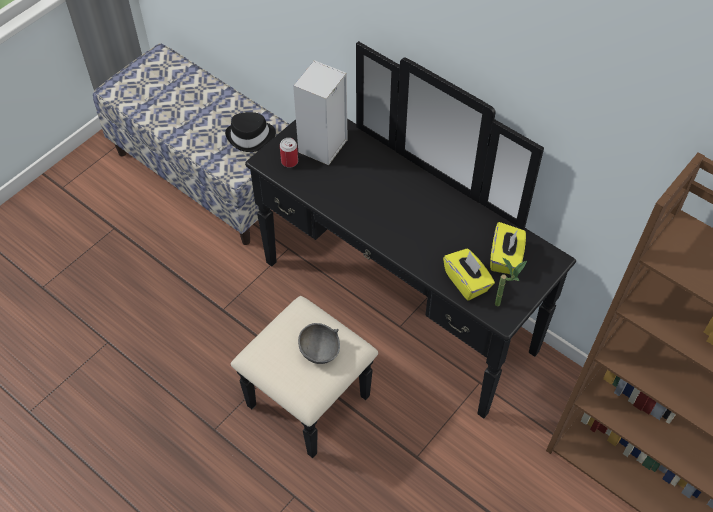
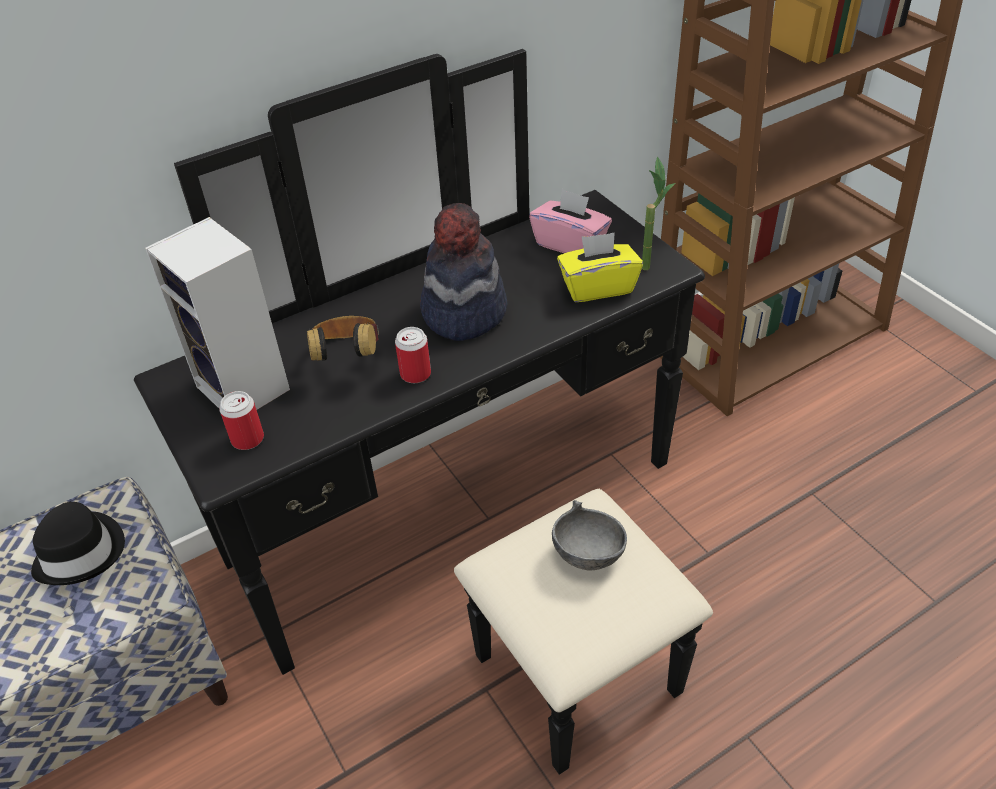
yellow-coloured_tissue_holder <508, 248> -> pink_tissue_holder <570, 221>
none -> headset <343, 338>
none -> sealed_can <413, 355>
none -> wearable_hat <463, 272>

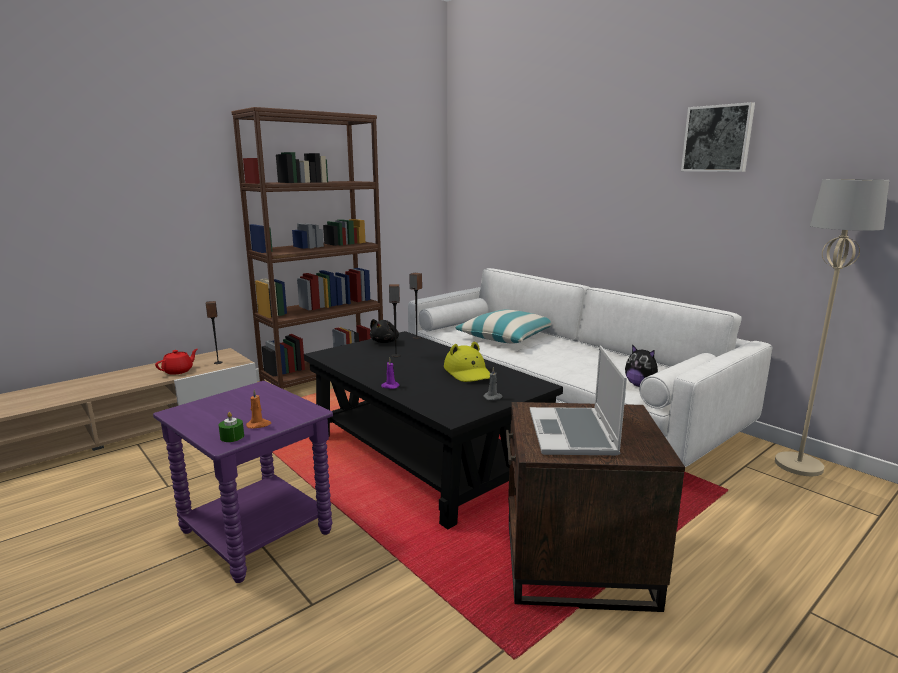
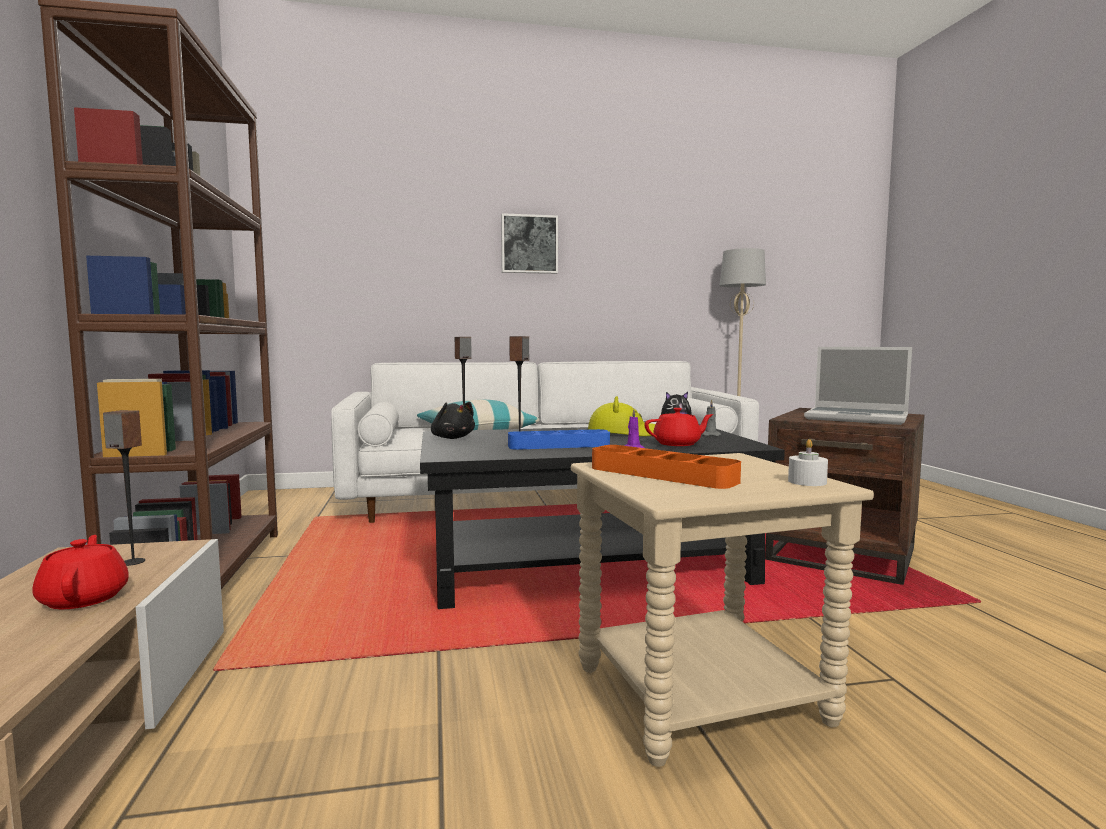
purplish_end_table <243, 482> -> beige_end_table <722, 610>
greenish_candle <231, 427> -> whitish_candle <808, 462>
orange_candle <258, 409> -> none
wall_picture <718, 137> -> wall_picture <529, 243>, relocated
none -> blue_serving_tray <559, 439>
none -> orange_serving_tray <666, 467>
none -> red-coloured_pot_for_tea <679, 427>

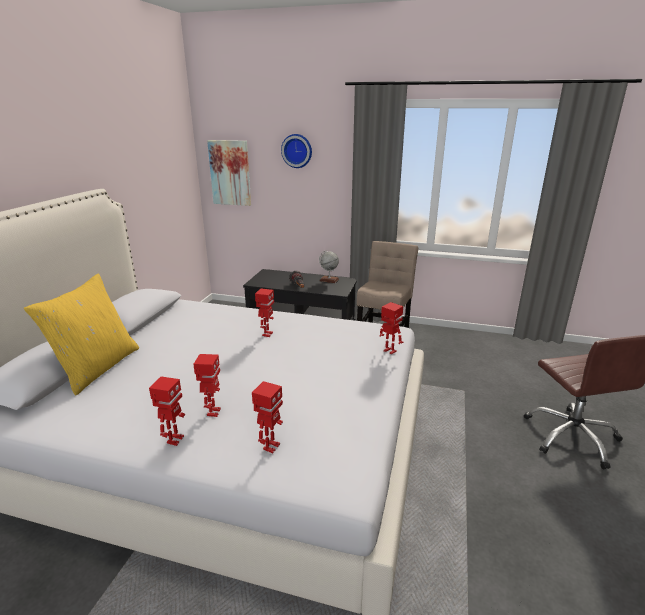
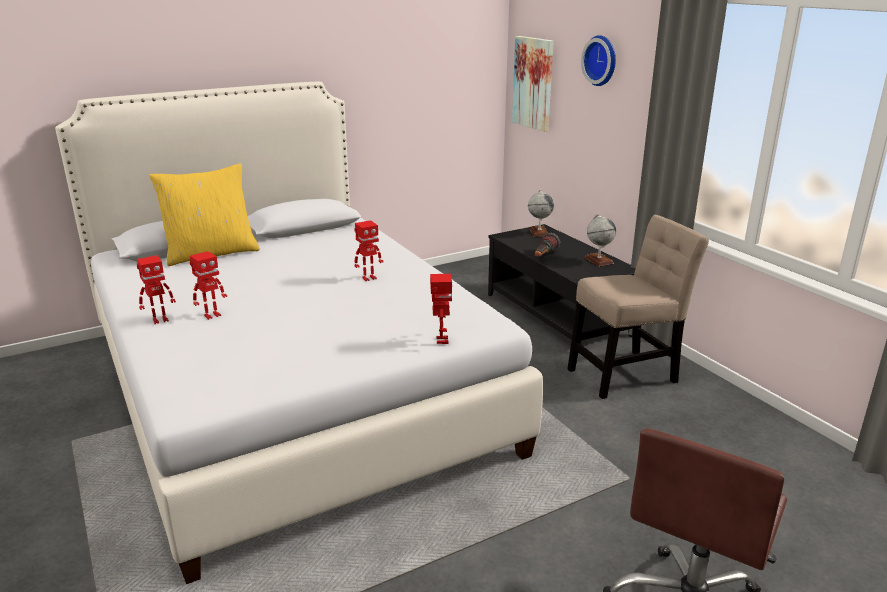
toy_robot <267, 417> -> none
none -> globe <541, 213>

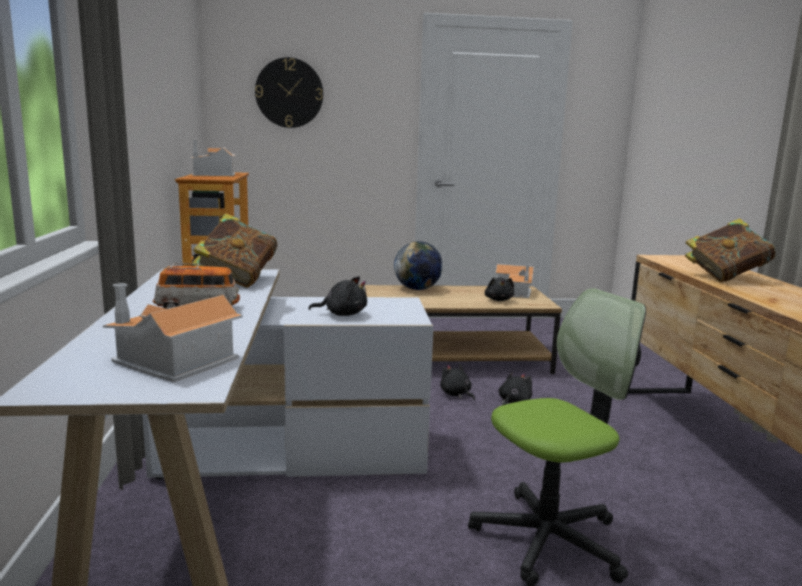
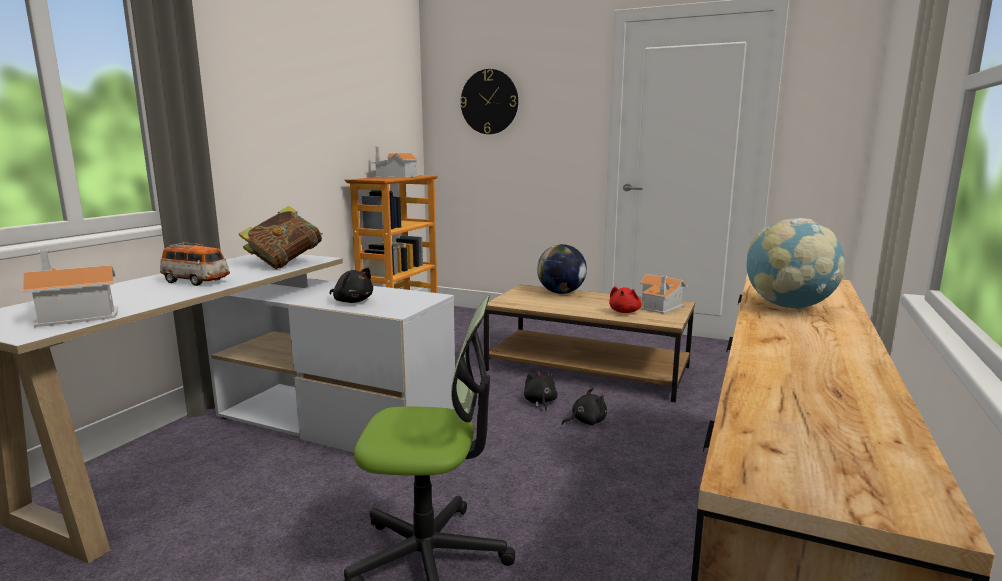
blackish_plush_toy <499, 289> -> red-coloured_plush_toy <625, 299>
book <730, 250> -> globe <796, 264>

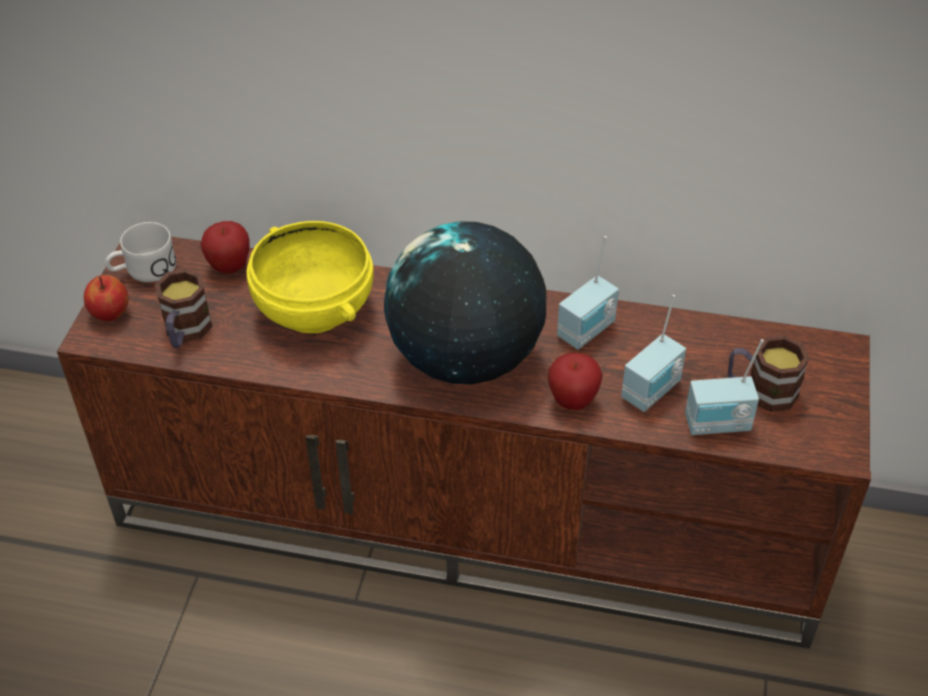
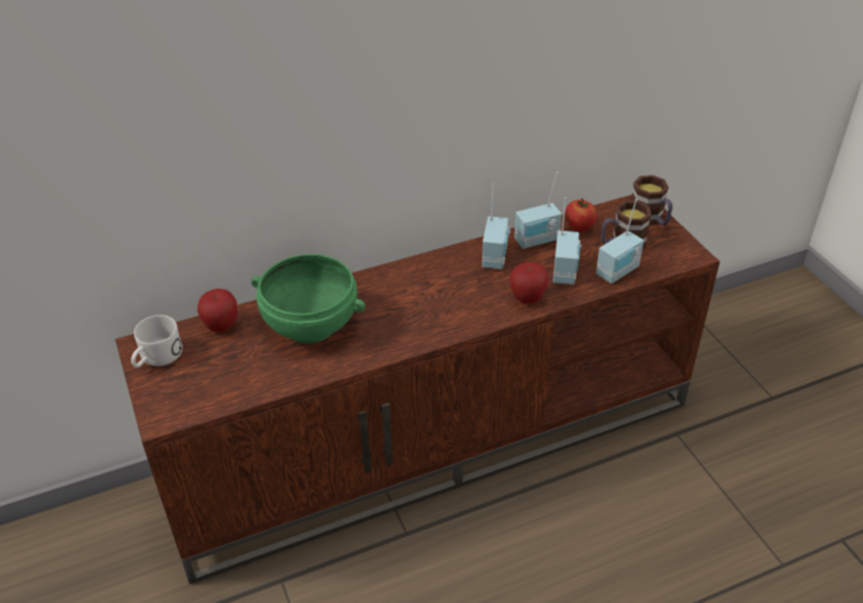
apple <106, 298> -> apple <581, 215>, relocated
mug <183, 308> -> mug <652, 200>, relocated
yellow-coloured_serving_bowl <310, 277> -> greenish_serving_bowl <308, 298>
globe <465, 302> -> none
none -> radio_receiver <538, 210>

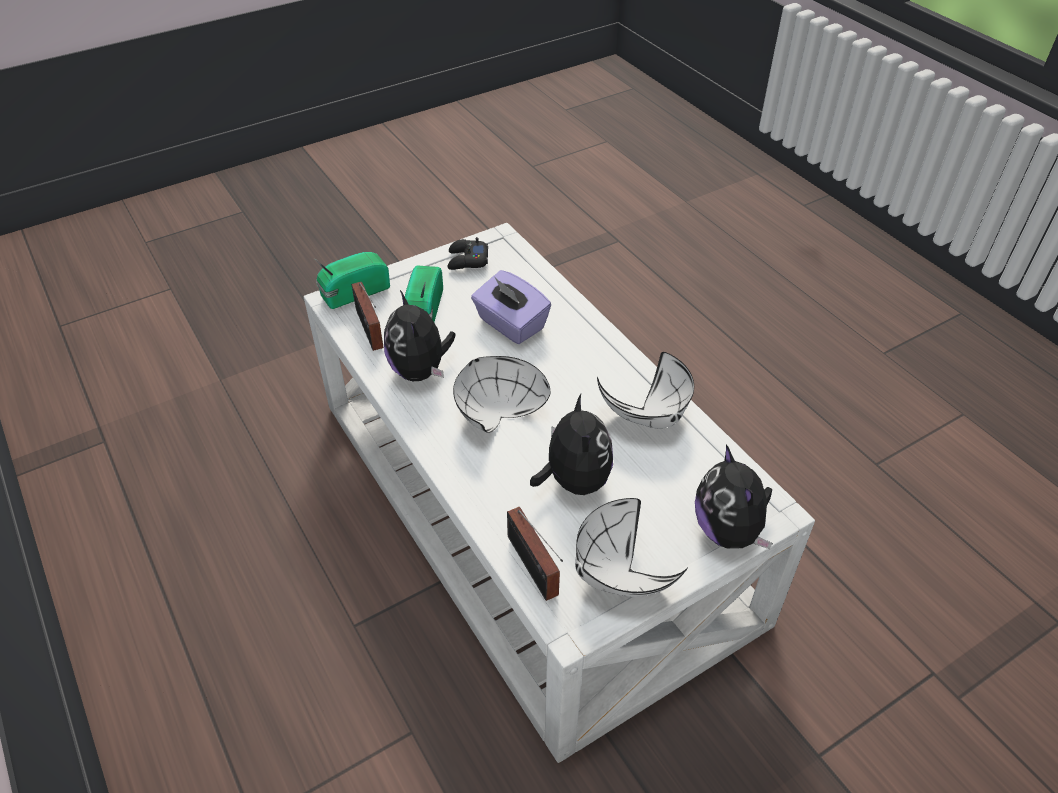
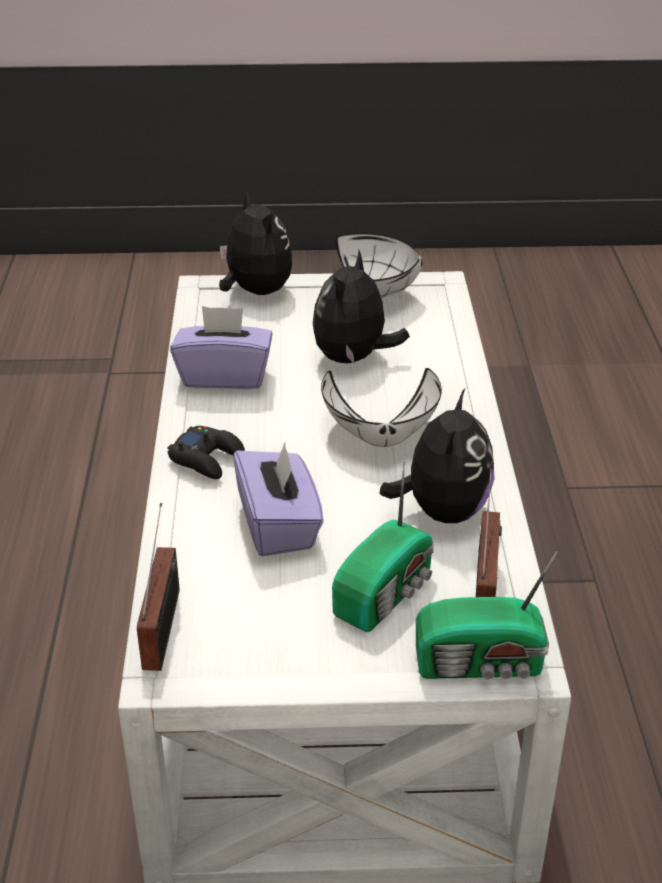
blackish_joypad <467, 253> -> blackish_joypad <206, 452>, relocated
radio_receiver <535, 554> -> radio_receiver <158, 587>, relocated
whitish_serving_bowl <645, 390> -> purplish_tissue_holder <221, 347>
plush_toy <734, 497> -> plush_toy <256, 243>, 45 degrees counterclockwise

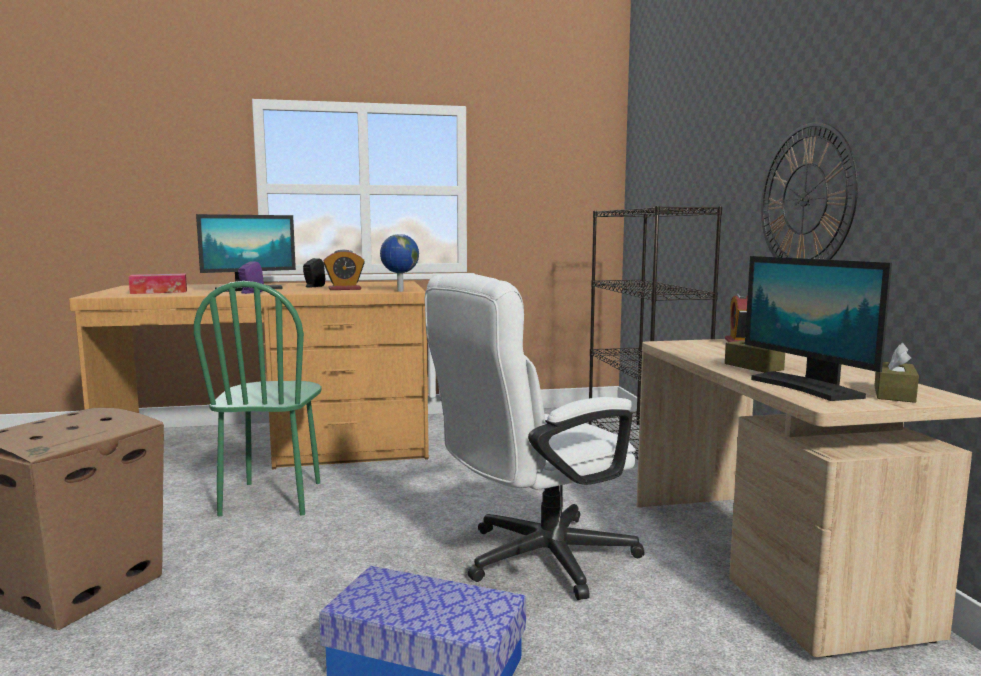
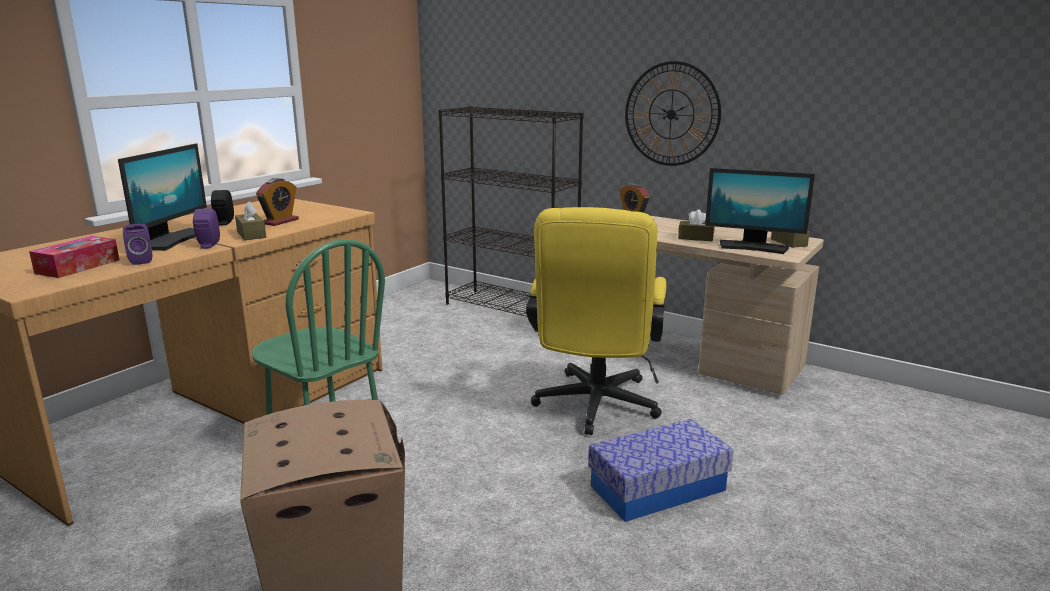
globe <399, 263> -> none
whitish_office_chair <535, 436> -> yellow-coloured_office_chair <596, 321>
none -> purplish_loudspeaker <137, 244>
none -> brownish_tissue_holder <250, 220>

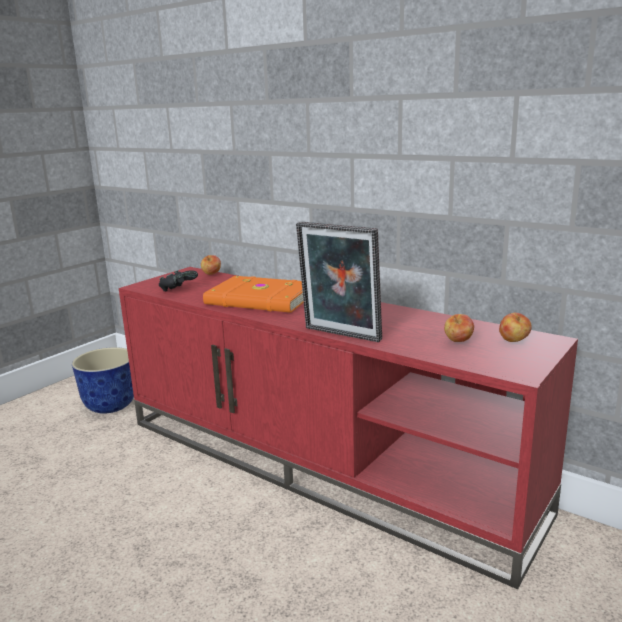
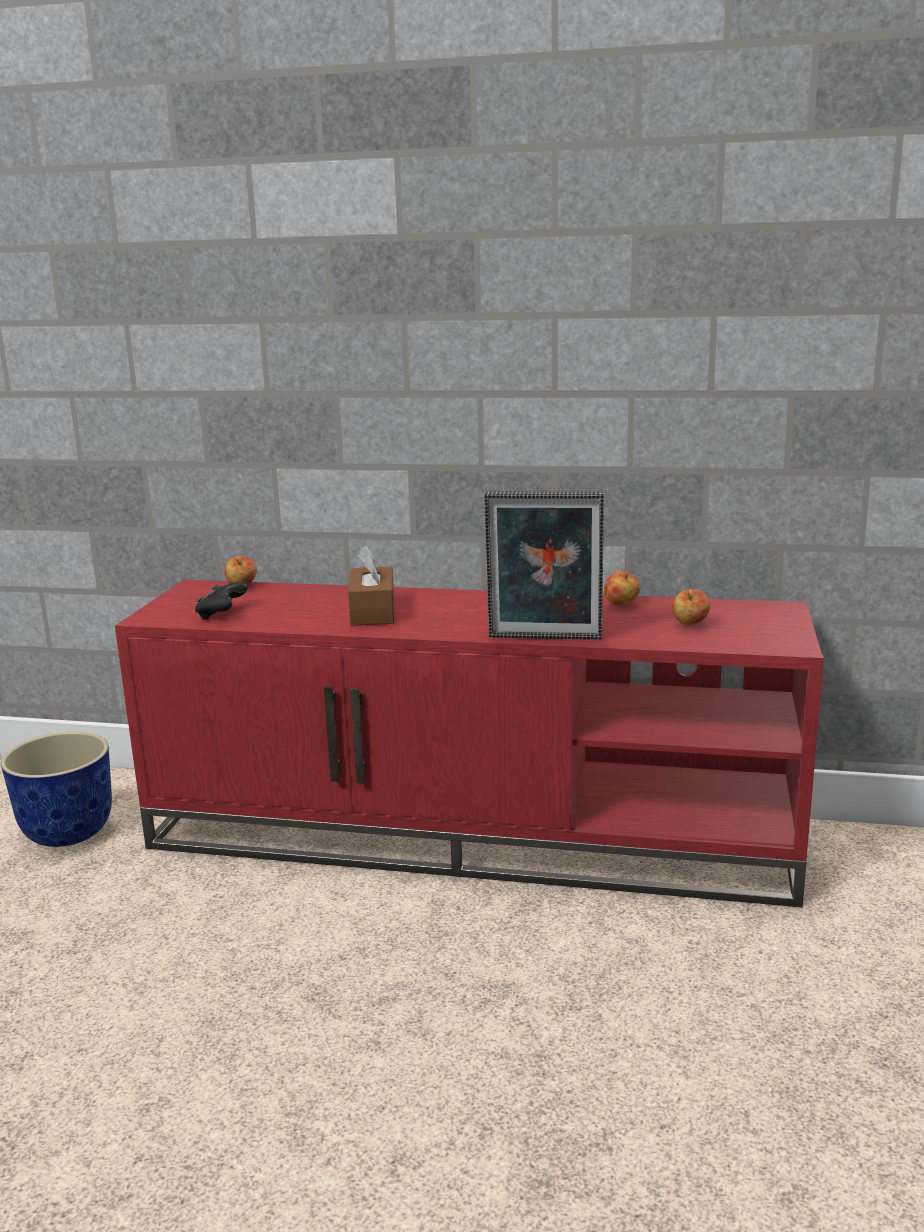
orange_book <253, 294> -> brownish_tissue_holder <371, 586>
apple <515, 327> -> apple <622, 588>, relocated

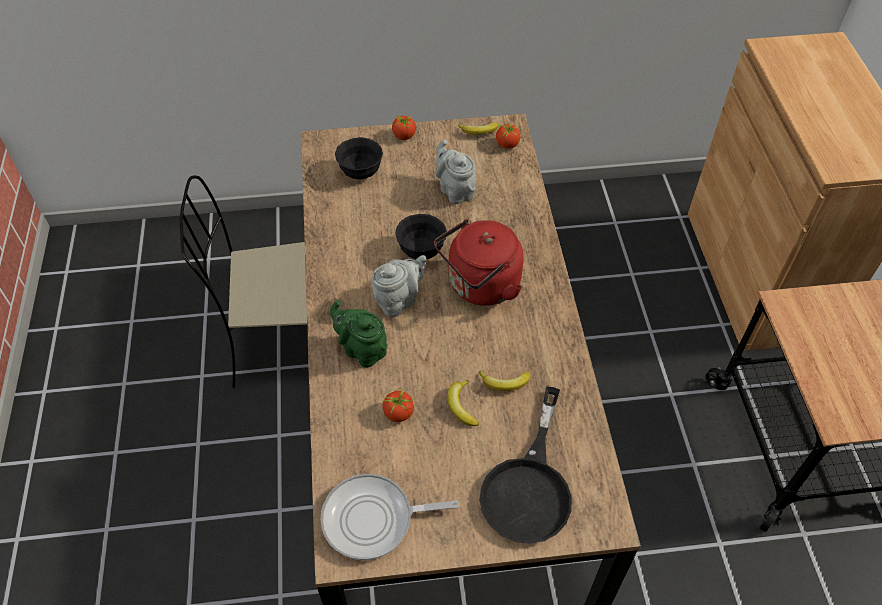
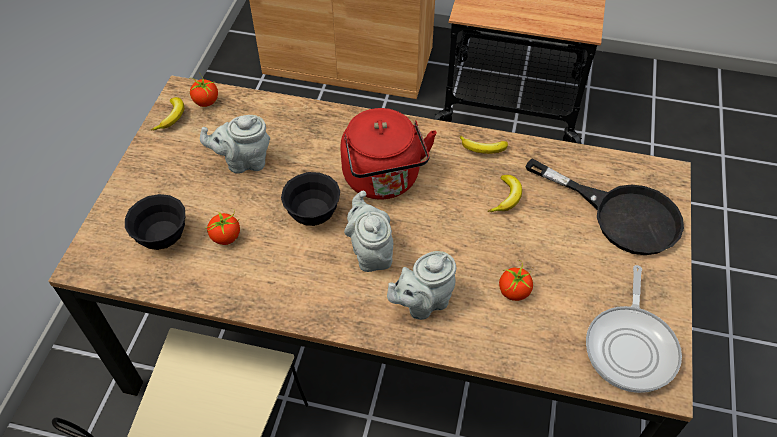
greenish_pot_for_tea <358, 334> -> greyish_pot_for_tea <422, 285>
fresh_tomato <404, 127> -> fresh_tomato <223, 227>, relocated
whole_banana <463, 403> -> whole_banana <484, 144>, relocated

